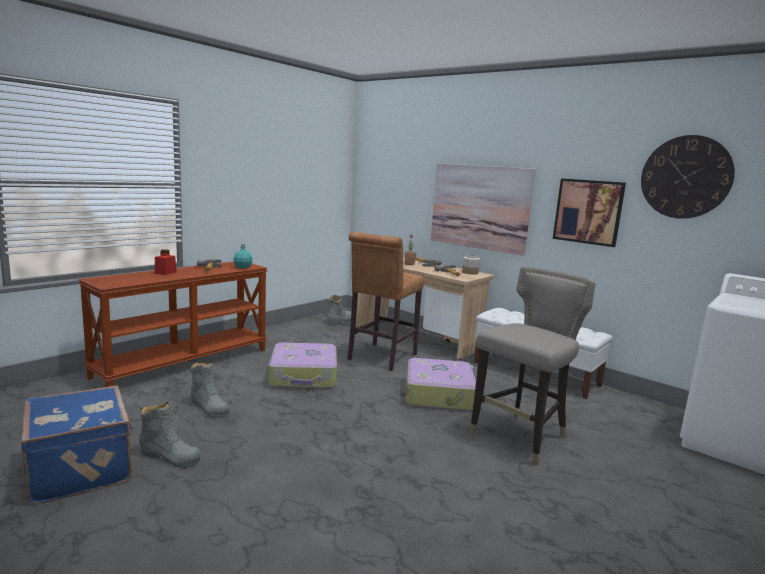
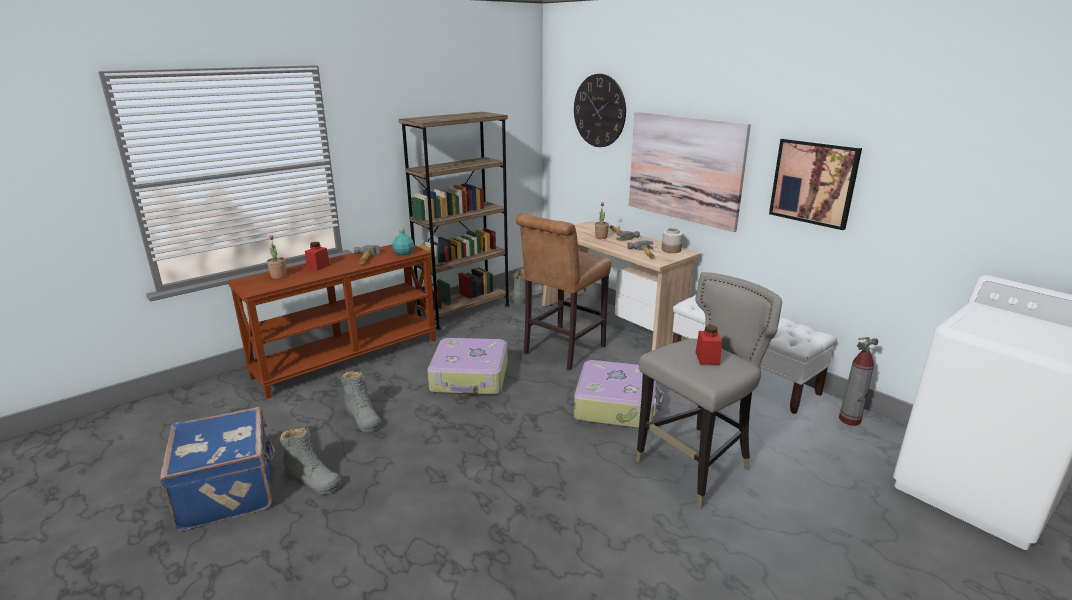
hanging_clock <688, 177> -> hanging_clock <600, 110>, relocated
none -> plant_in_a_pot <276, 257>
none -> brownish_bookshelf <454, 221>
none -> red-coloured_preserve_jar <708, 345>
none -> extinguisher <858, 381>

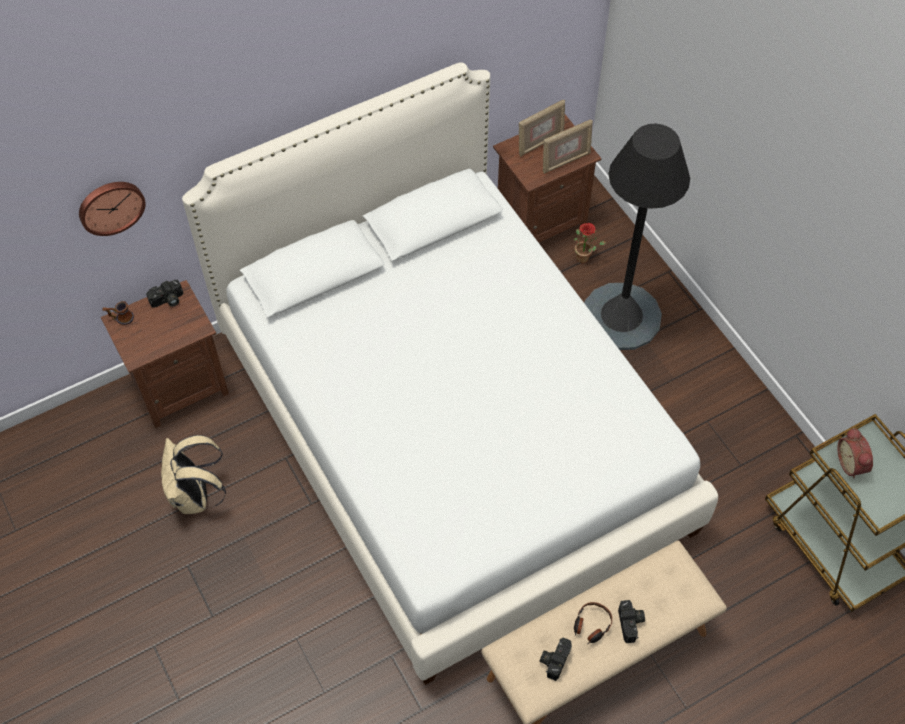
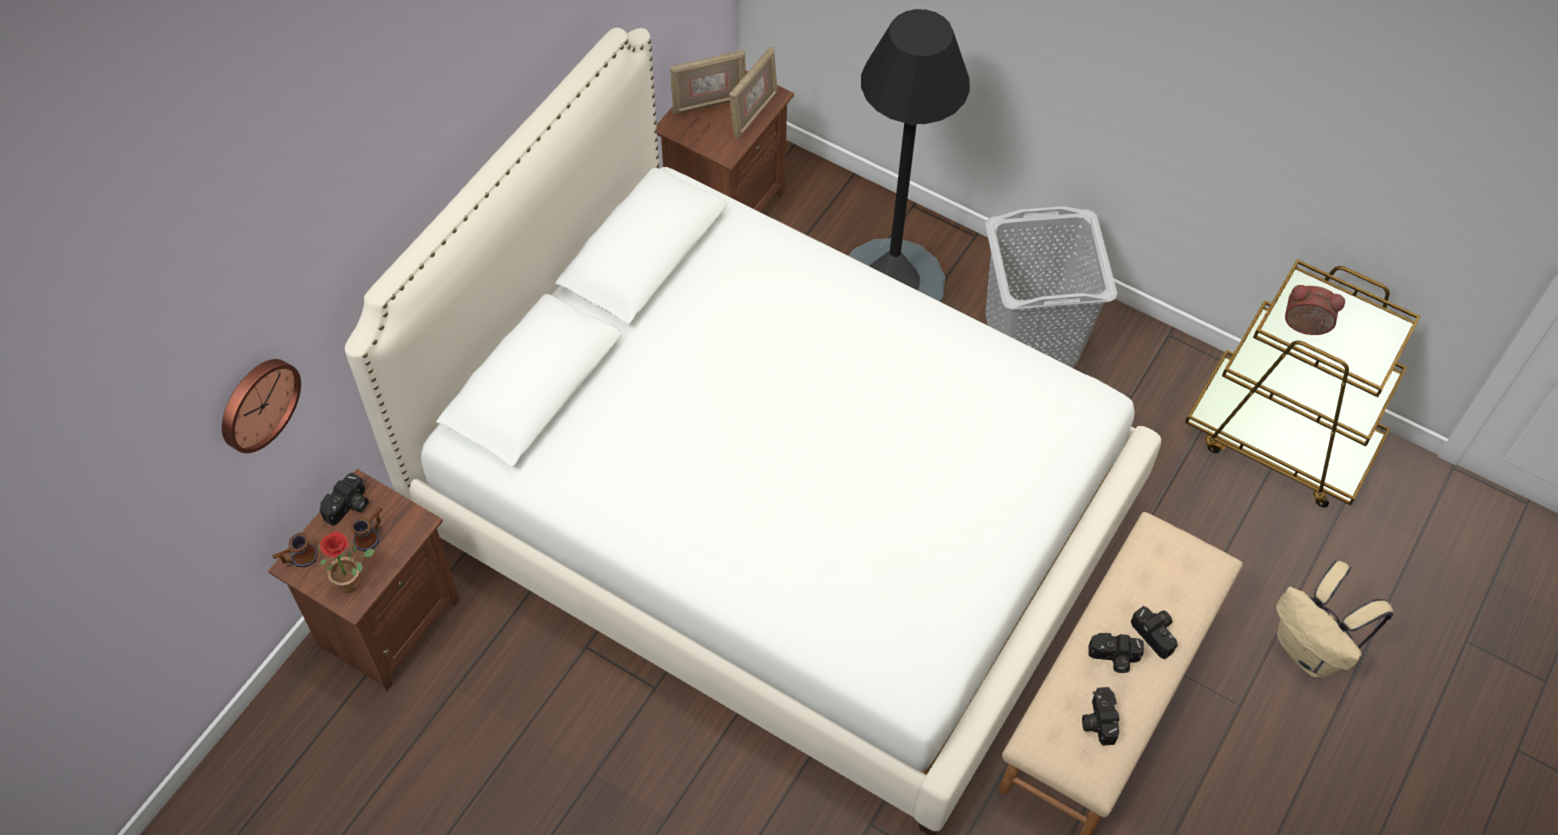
beige_rucksack <193, 474> -> beige_rucksack <1334, 619>, relocated
photo_frame <542, 128> -> photo_frame <708, 82>, 45 degrees clockwise
plant_in_a_pot <590, 243> -> plant_in_a_pot <346, 562>, relocated
headset <593, 623> -> still_camera <1116, 653>
alarm_clock <855, 453> -> alarm_clock <1315, 310>, 150 degrees clockwise
none -> mug <366, 529>
none -> greyish_laundry_basket <1051, 287>

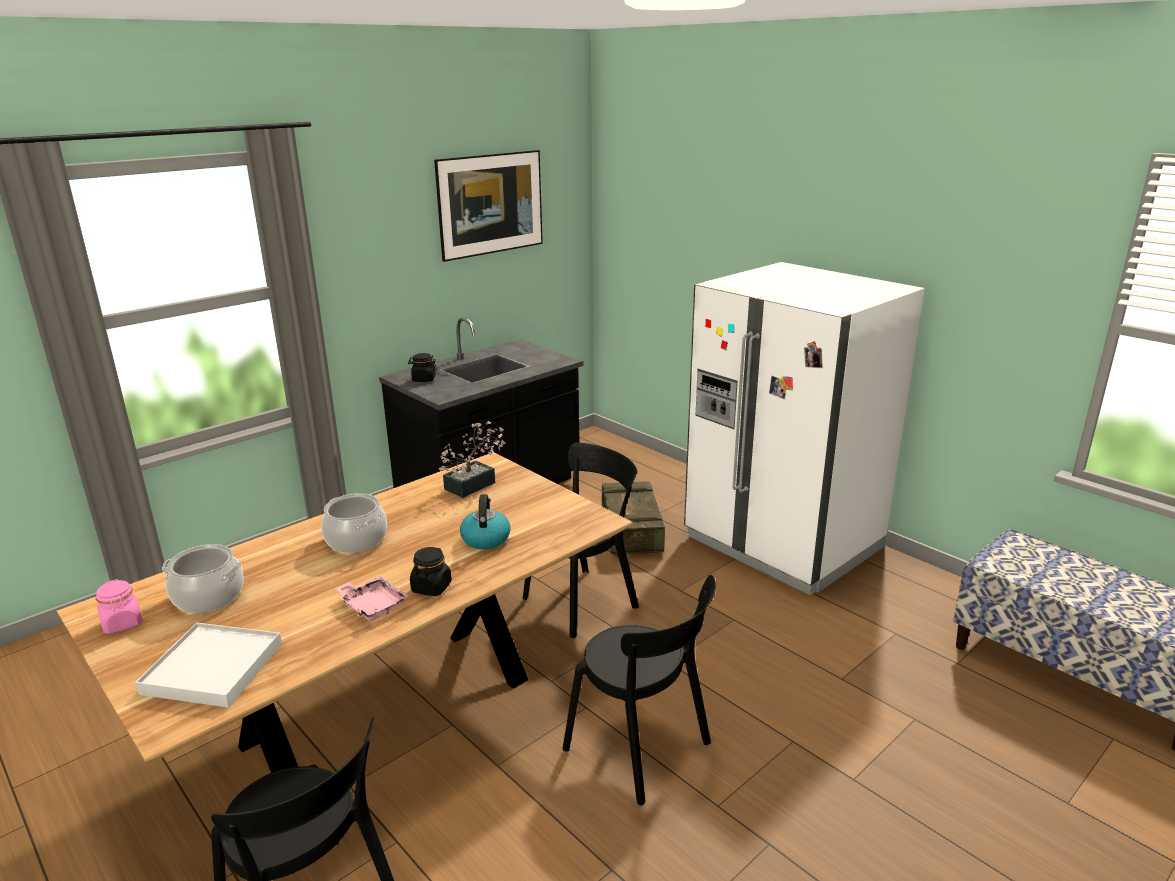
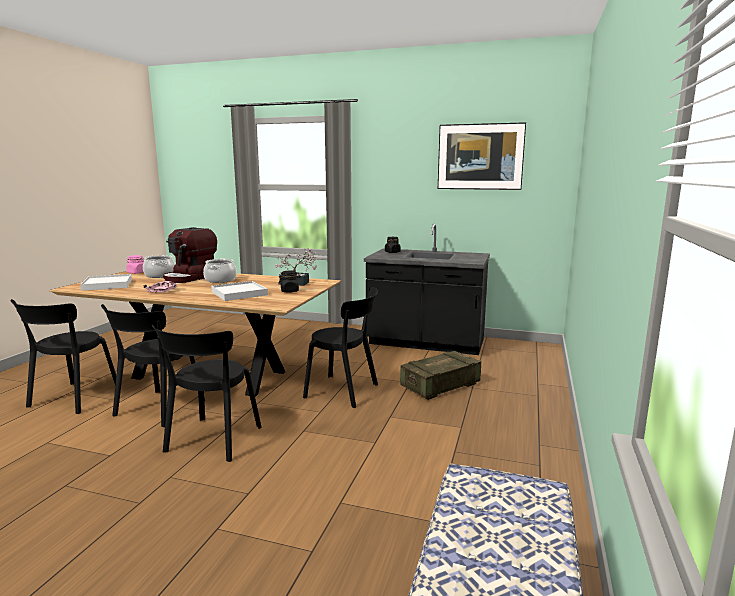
blackish_preserve_jar <431, 571> -> blackish_preserve_jar <289, 282>, relocated
water_kettle <485, 521> -> whitish_serving_tray <239, 291>
whitish_kitchen_fridge <804, 428> -> none
none -> blackish_chair <153, 365>
none -> coffee_brewer <190, 255>

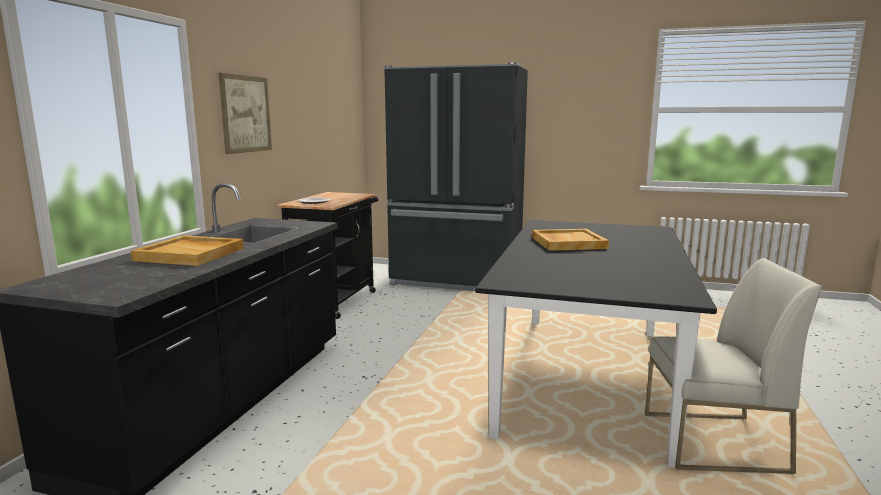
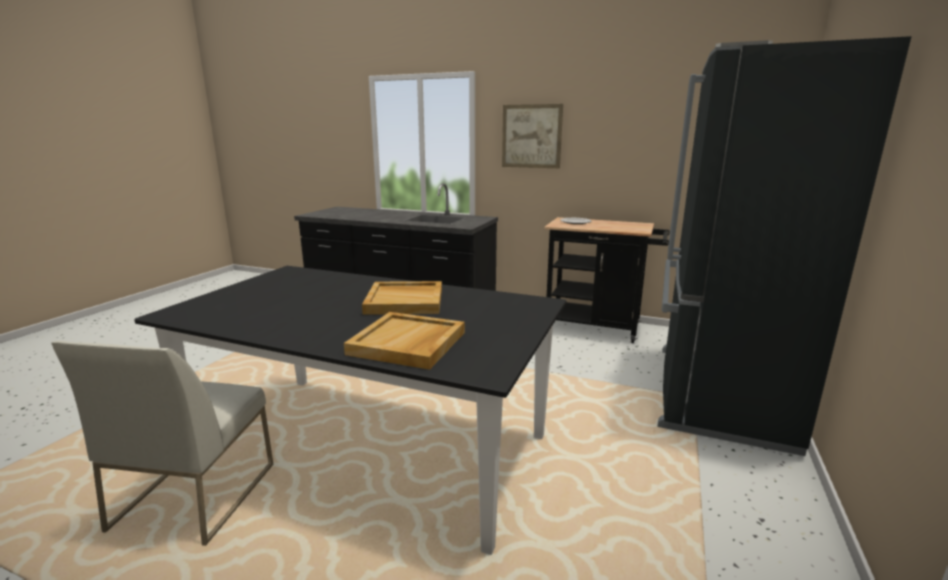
beige_serving_tray <187, 250> -> beige_serving_tray <404, 341>, relocated

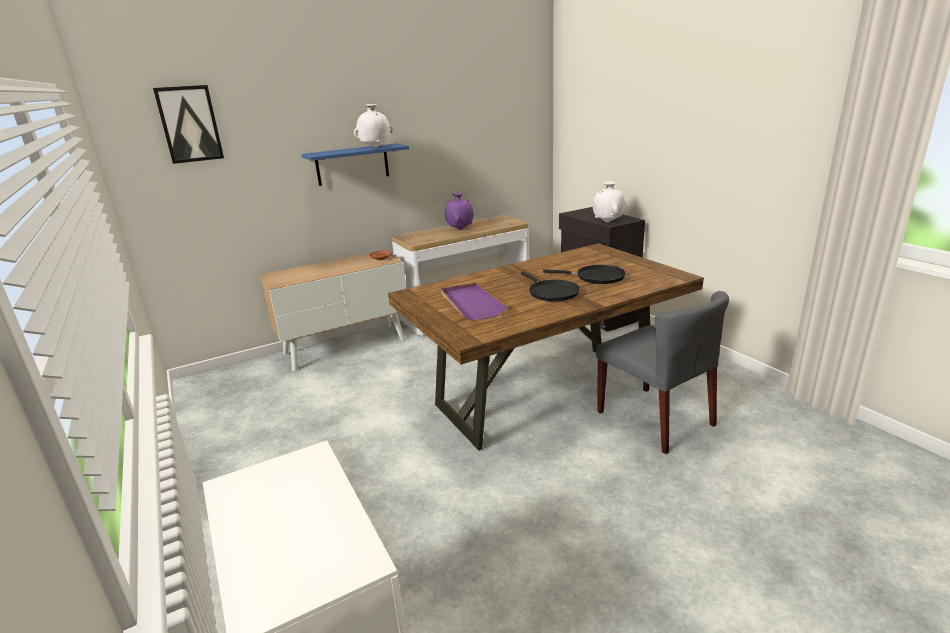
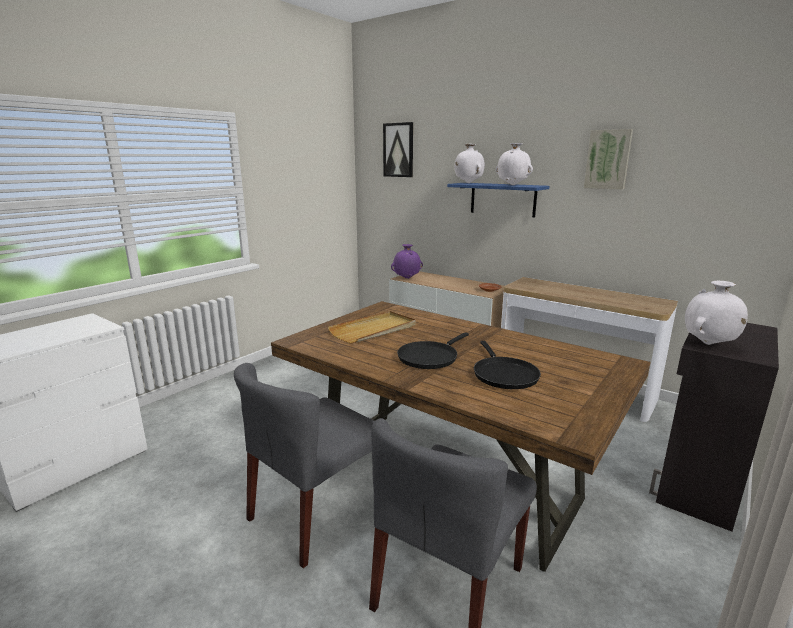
purplish_serving_tray <474, 302> -> beige_serving_tray <372, 327>
purplish_decorative_vase <459, 211> -> purplish_decorative_vase <407, 261>, relocated
none -> greyish_chair <304, 465>
none -> whitish_decorative_vase <470, 163>
none -> wall_picture <608, 159>

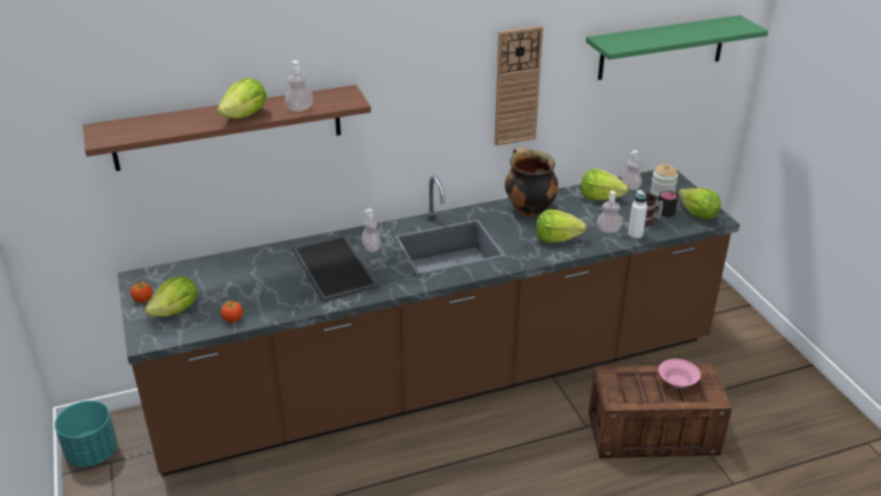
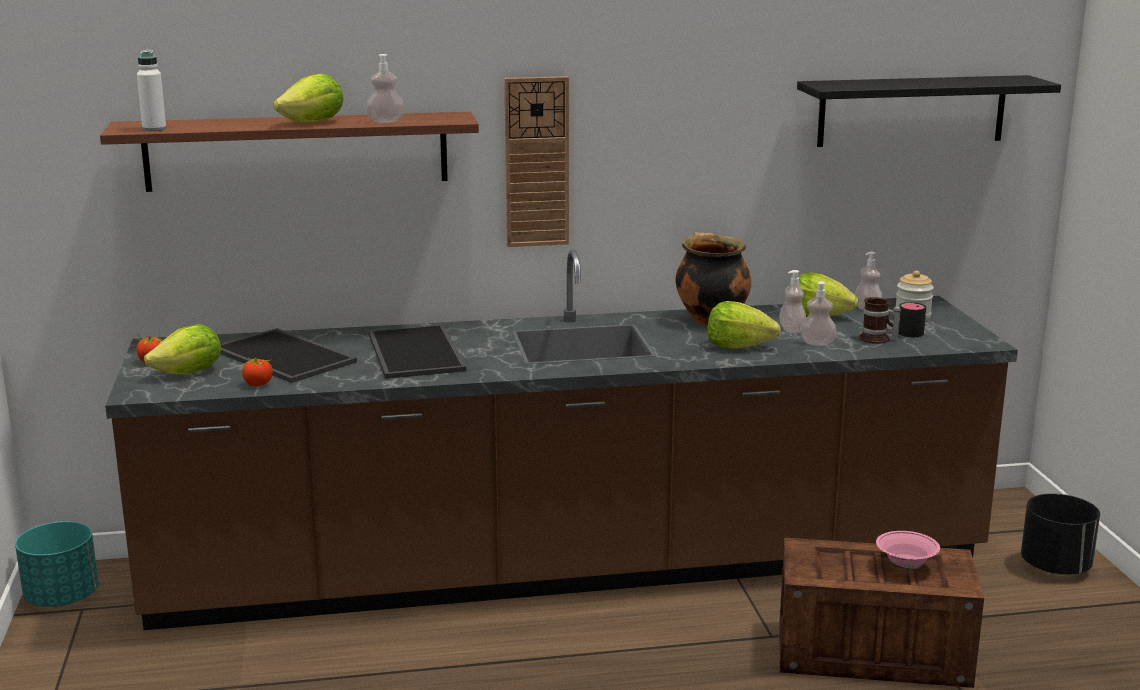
soap_dispenser <371, 230> -> soap_dispenser <792, 301>, relocated
hanging_clock <518, 86> -> hanging_clock <536, 161>, relocated
greenish_bracket_shelf <677, 47> -> blackish_bracket_shelf <929, 111>
whitish_drink_bottle <637, 214> -> whitish_drink_bottle <151, 90>, relocated
lettuce_head <699, 203> -> none
none -> serving_tray <288, 355>
none -> blackish_planter <1060, 534>

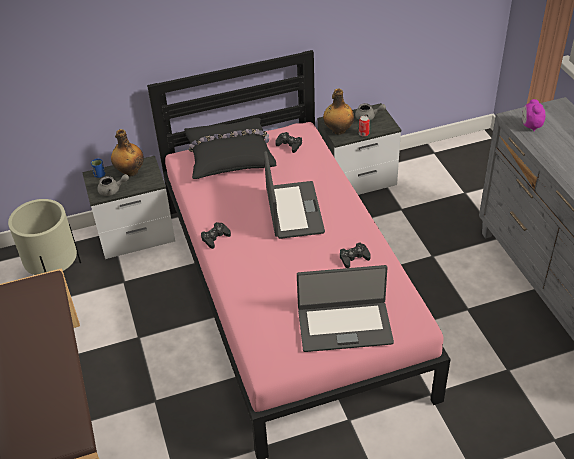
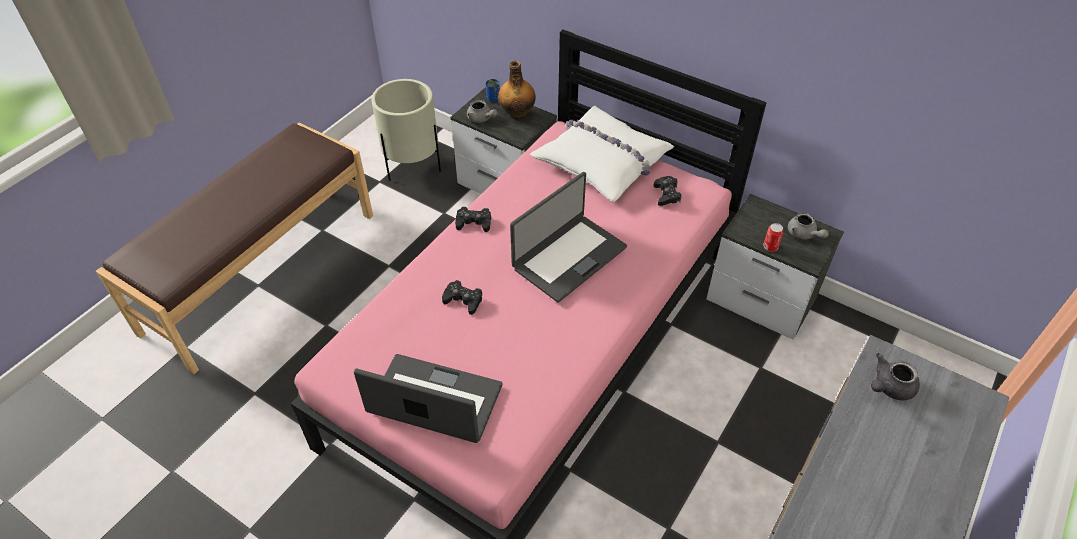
blackish_pillow <230, 148> -> whitish_pillow <602, 154>
portable_computer <345, 308> -> portable_computer <428, 398>, 150 degrees clockwise
drink_bottle <338, 112> -> none
blackish_joypad <355, 255> -> blackish_joypad <462, 297>, relocated
alarm_clock <533, 115> -> greyish_pot_for_tea <895, 377>

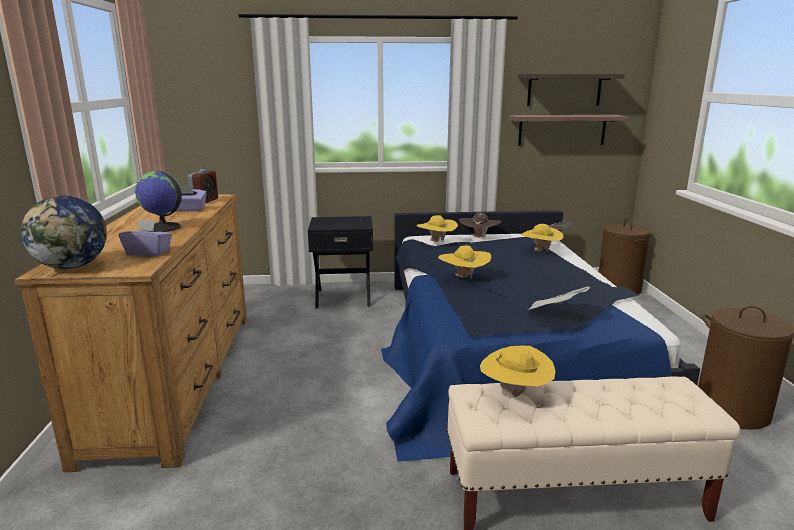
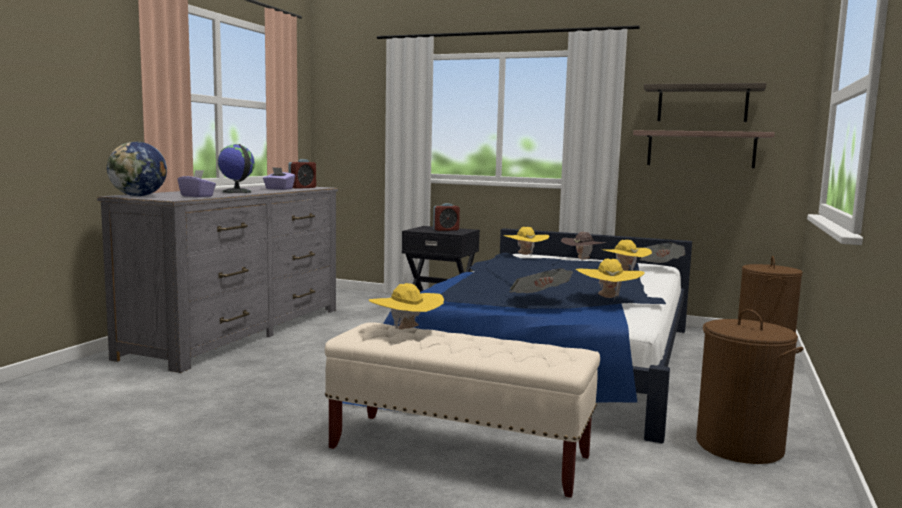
brownish_dresser <130, 333> -> greyish_dresser <217, 279>
yellow-coloured_wearable_hat <464, 262> -> yellow-coloured_wearable_hat <610, 279>, relocated
none -> alarm_clock <446, 217>

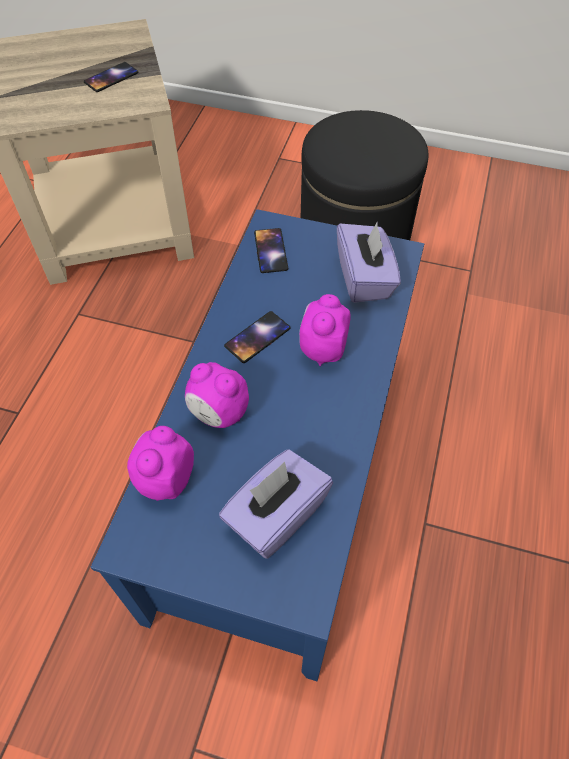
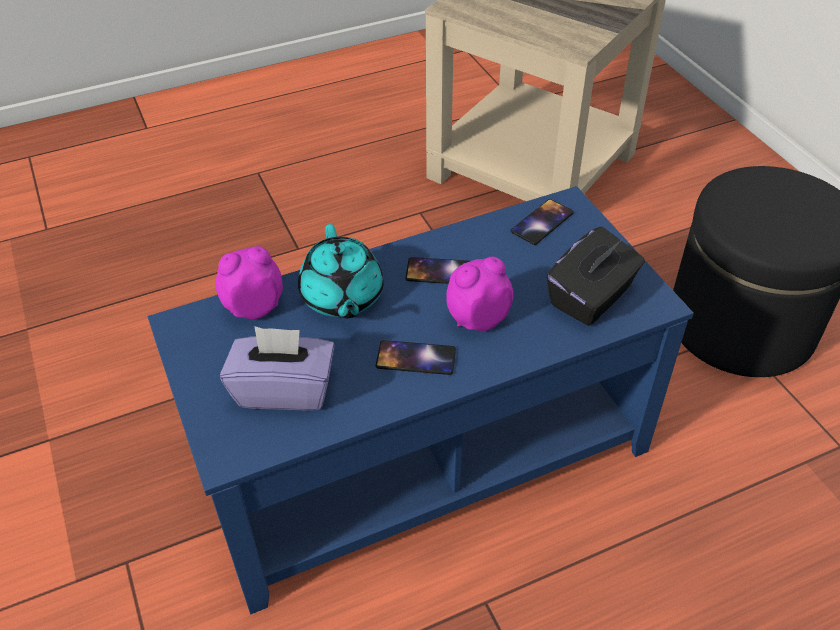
handset <111, 77> -> handset <416, 357>, relocated
alarm_clock <217, 395> -> turquoise-coloured_pot_for_tea <341, 271>
purplish_tissue_holder <369, 263> -> blackish_tissue_holder <595, 276>

